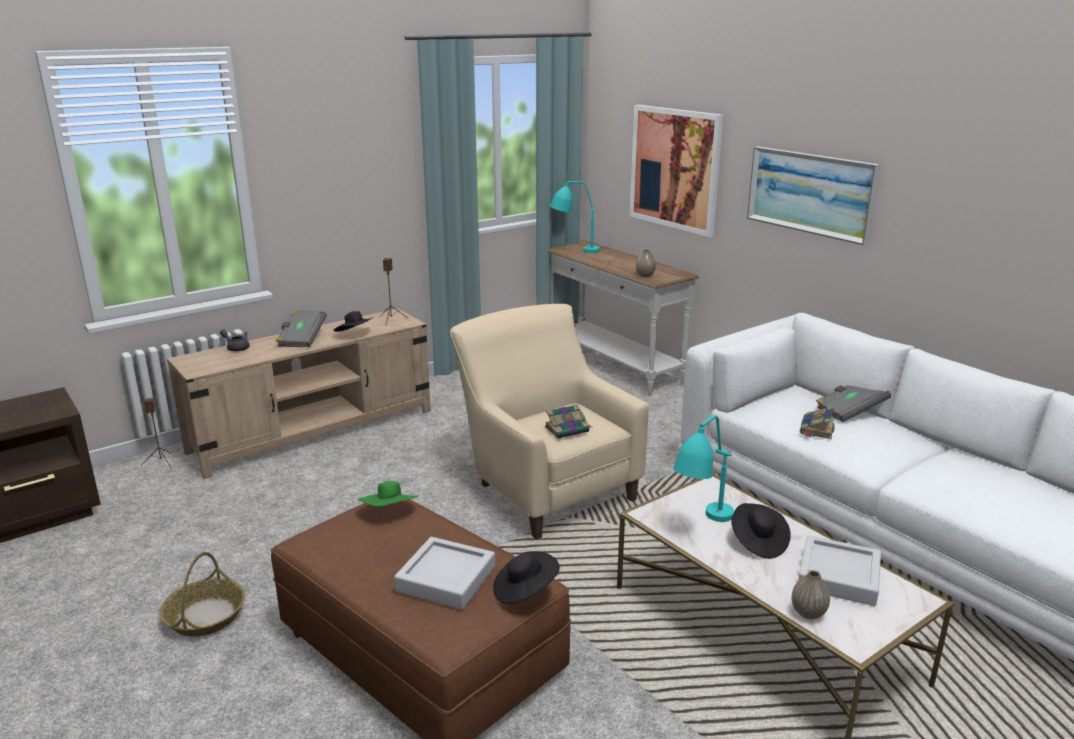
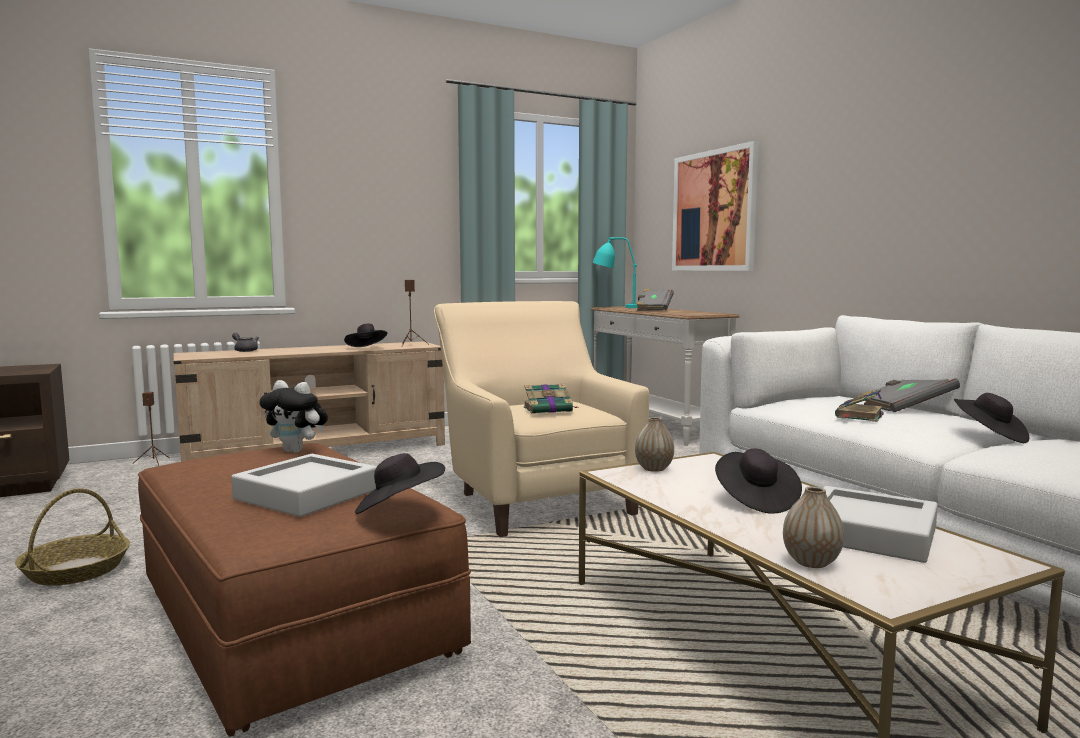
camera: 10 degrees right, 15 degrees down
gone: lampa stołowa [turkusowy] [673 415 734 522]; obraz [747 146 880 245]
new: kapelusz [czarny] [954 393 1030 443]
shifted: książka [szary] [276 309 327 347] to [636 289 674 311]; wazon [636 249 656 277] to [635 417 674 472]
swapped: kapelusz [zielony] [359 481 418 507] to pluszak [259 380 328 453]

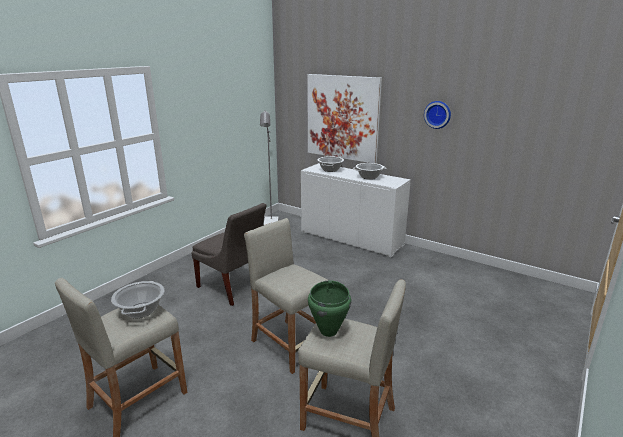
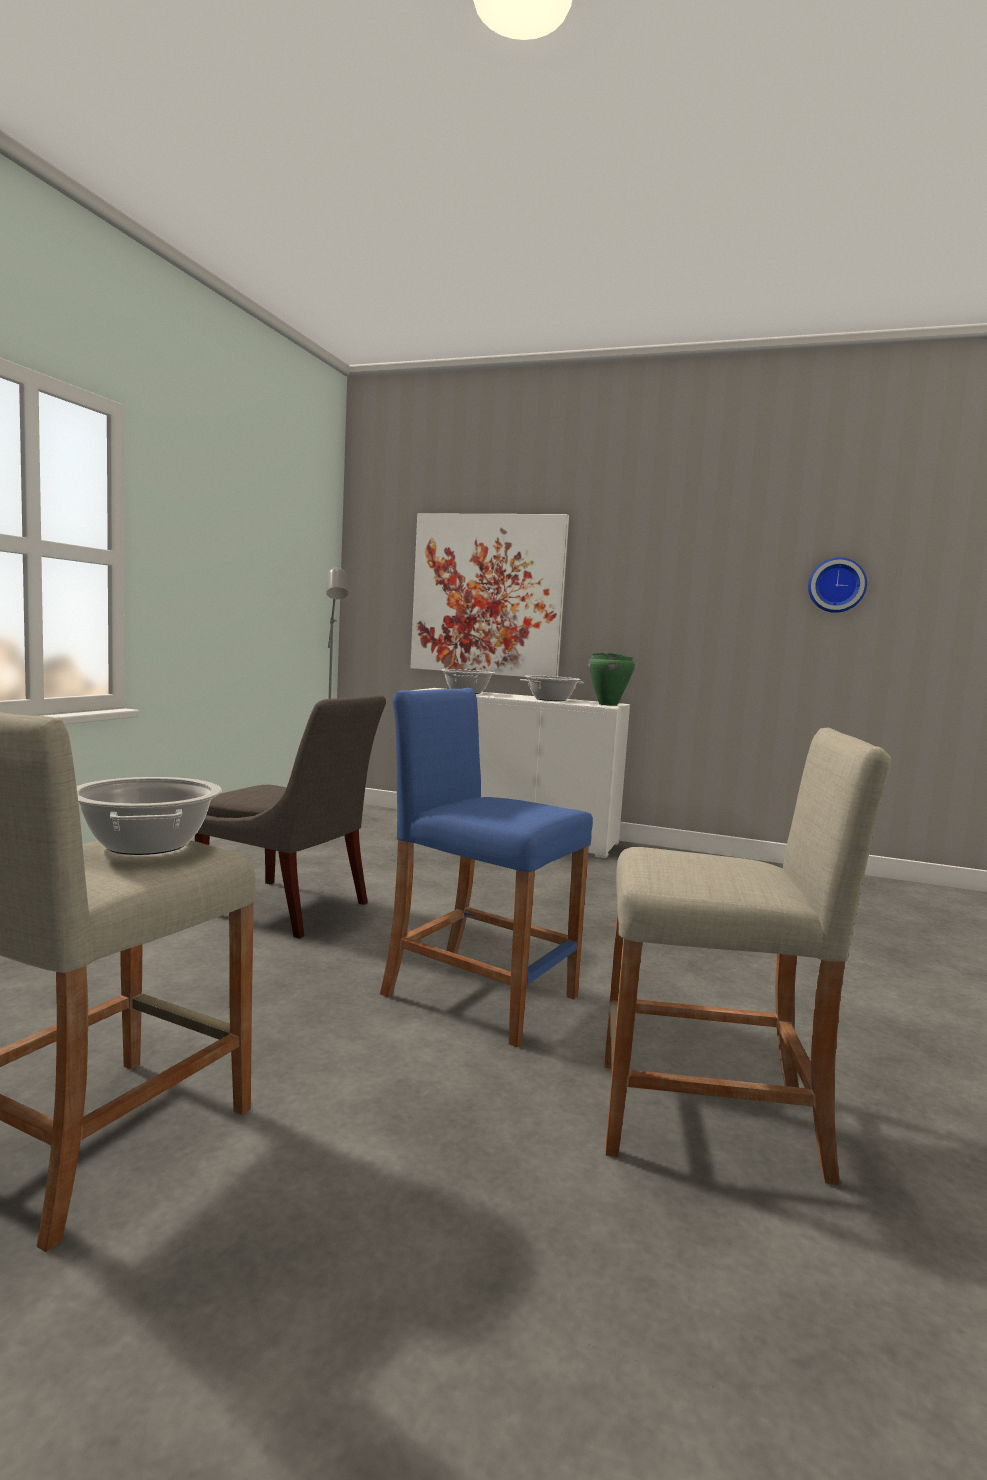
camera: 15 degrees left, 15 degrees down
shifted: garnek [zielony] [308 280 351 337] to [588 653 635 706]; zegar ścienny [424 101 451 129] to [808 557 867 613]
repainted: stołek [beżowy] [244 218 329 374] to stołek [niebieski] [380 688 593 1047]

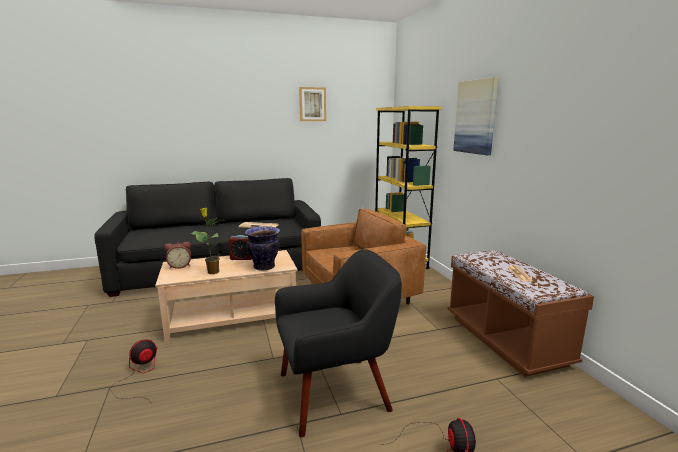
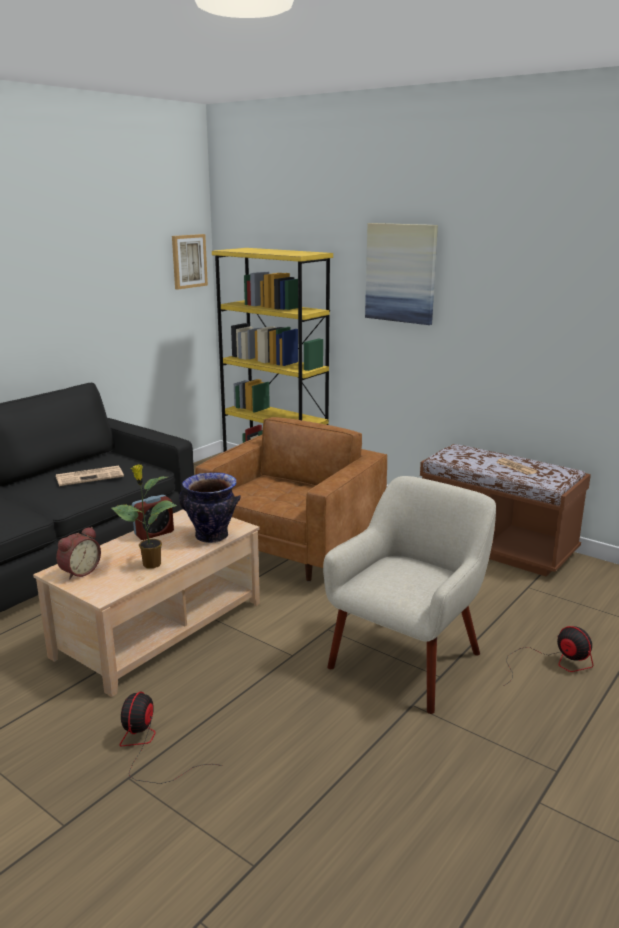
camera: 35 degrees left, 5 degrees up
shifted: obraz [299 87 326 121] to [172 234 208 289]
repainted: fotel [czarny] [275 249 402 438] to fotel [beżowy] [323 476 496 714]

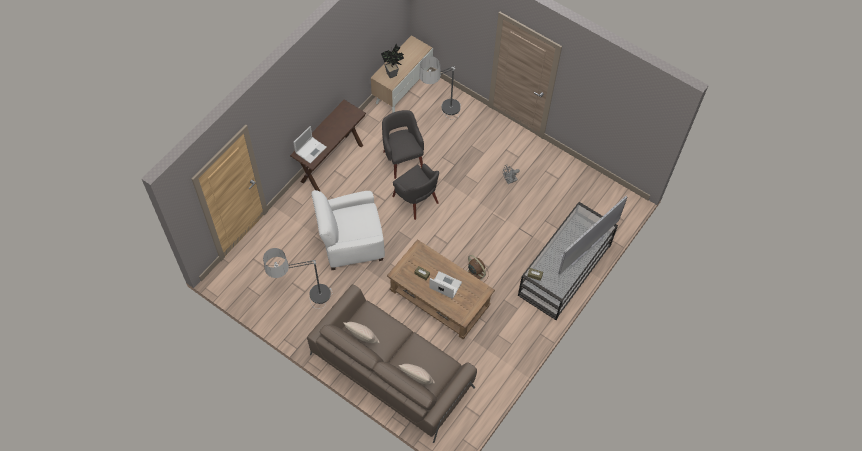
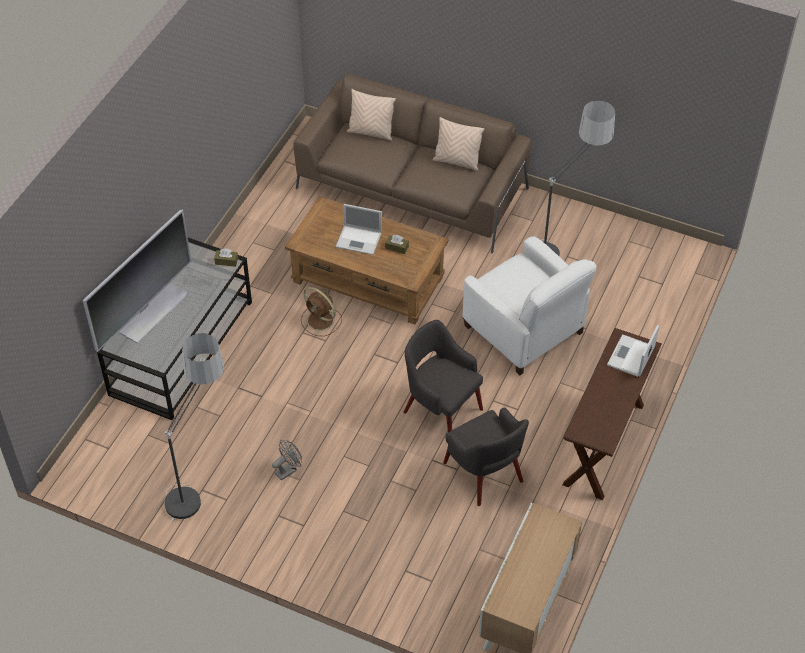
camera: 170 degrees right, 10 degrees down
gone: roślina doniczkowa [381 44 404 78]
shifted: lampa stojąca [419 56 461 119] to [164 333 224 521]
rotated: fotel [biały] [311 190 385 270] = [463 236 597 375] 75 degrees clockwise

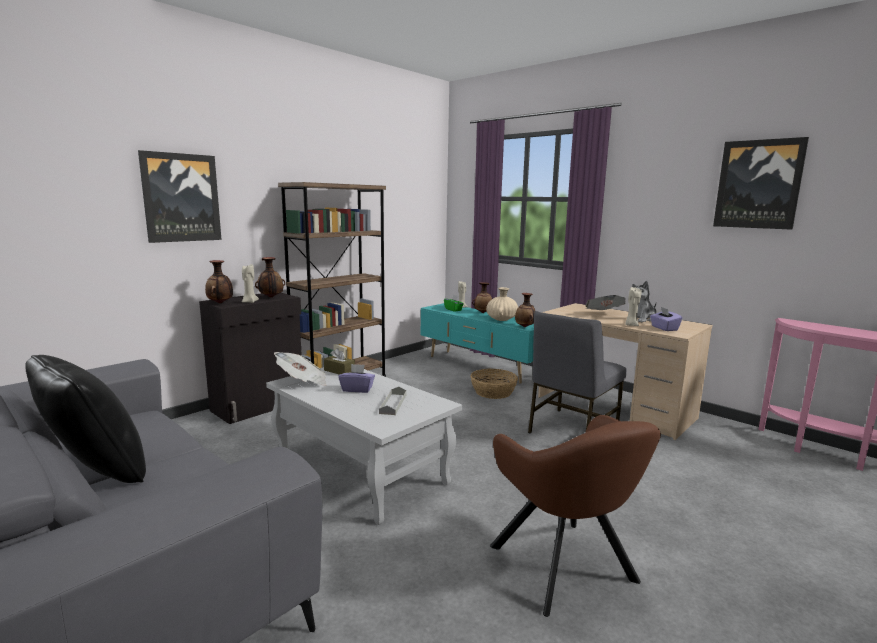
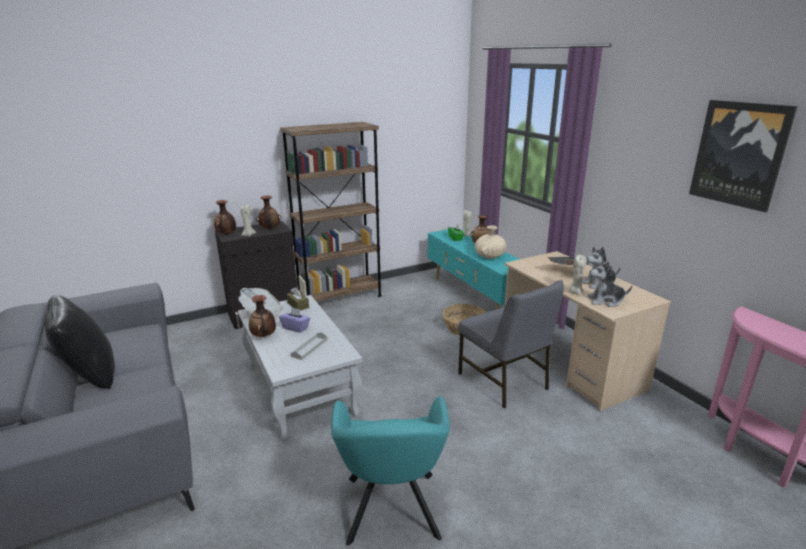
camera: 20 degrees right, 10 degrees up
gone: obraz [138 150 221 243]
shifted: wazon [515 293 535 327] to [249 295 276 337]
swapped: pudełko chusteczek [fioletowy] [650 307 682 331] to pluszak [588 261 632 307]
repainted: fotel [brązowy] [490 415 661 617] to fotel [turkusowy] [331 396 450 546]
rotated: krzesło [szary] [528 311 627 433] = [458 280 564 408] 90 degrees counterclockwise

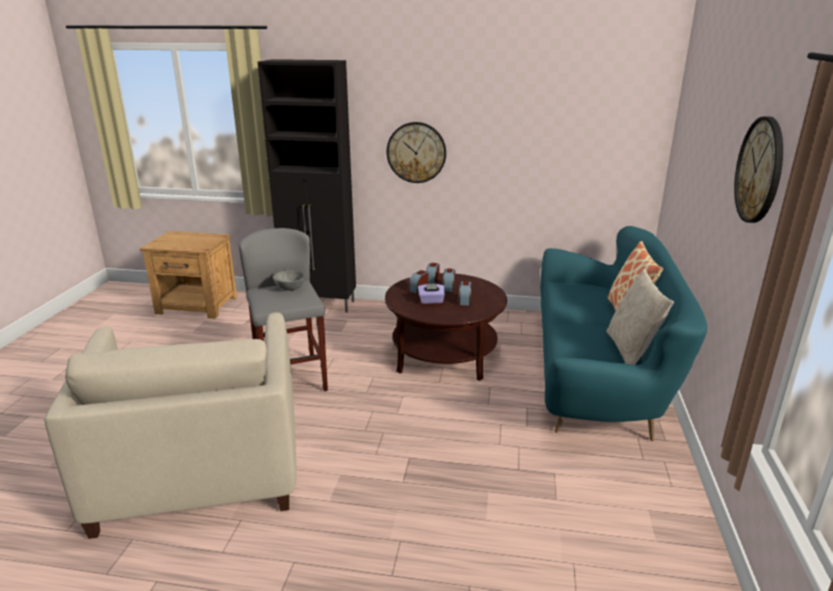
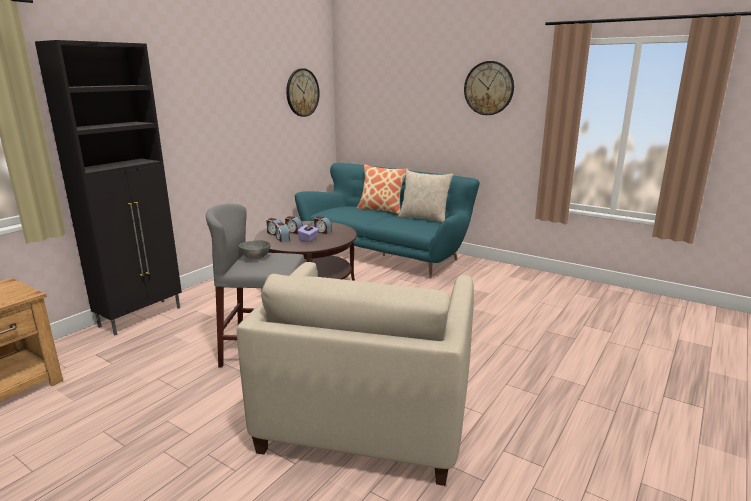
camera: 65 degrees left, 5 degrees down
shifted: zegar ścienny [387 122 446 183] to [286 68 320 117]
rotated: fotel [beżowy] [44 313 296 539] = [237 262 474 486] 90 degrees clockwise

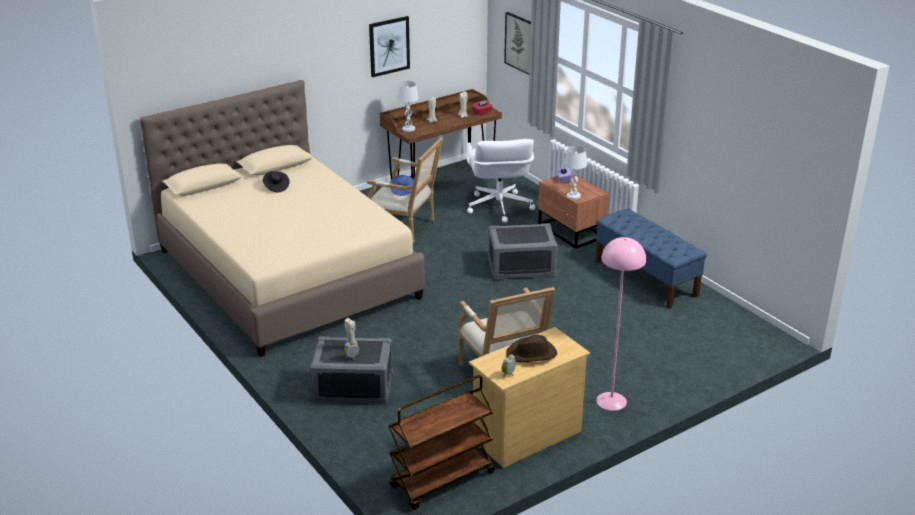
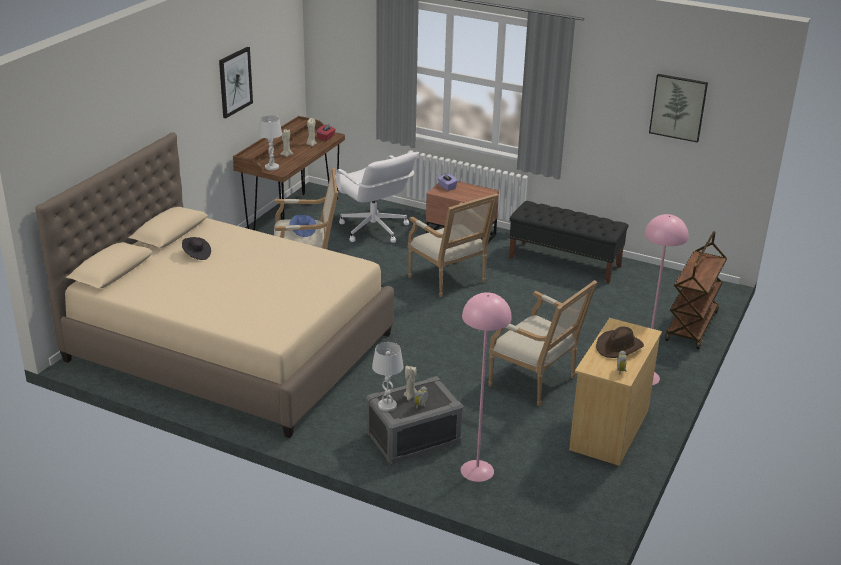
camera: 30 degrees left, 0 degrees up
new: lampa stojąca [różowy] [461 292 512 482]
shifted: wózek [brązowy] [388 375 495 510] to [665 231 727 349]; obraz [504 12 531 75] to [649 74 708 143]; lampa stołowa [biały] [564 146 587 199] to [372 342 404 411]
swapped: pojemnik do przechowywania [szary] [488 223 558 280] to fotel [408 193 499 297]
repainted: ławka [niebieski] [596 209 707 309] to ławka [czarny] [509 201 628 284]

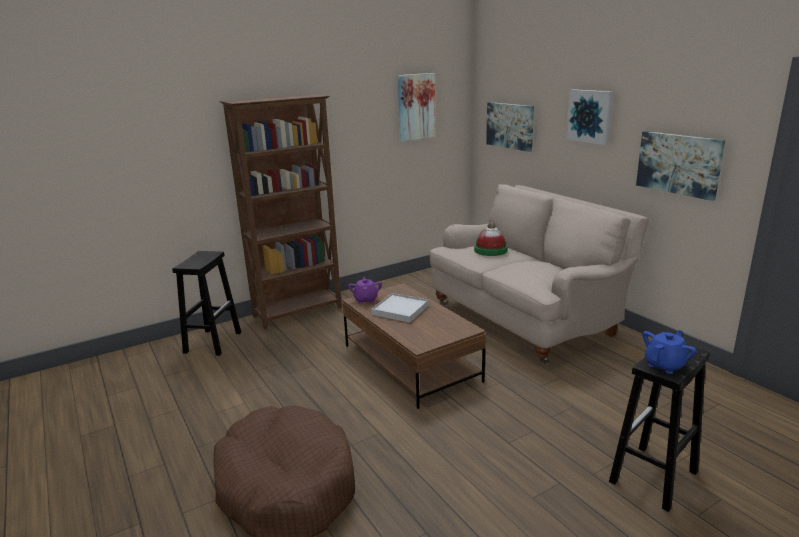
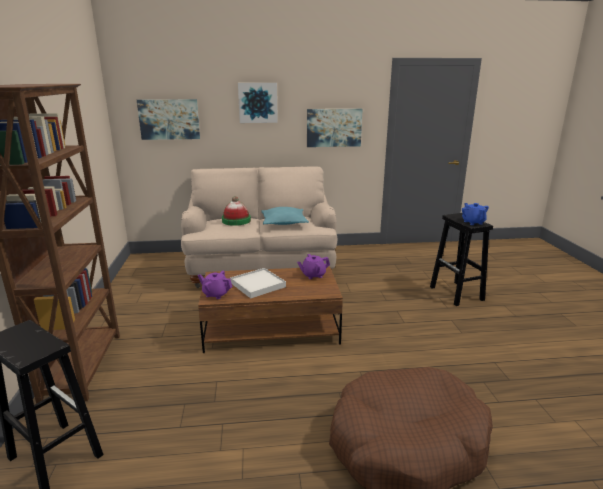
camera: 65 degrees left, 0 degrees up
gone: obraz [398 73 435 141]
new: poduszka [turkusowy] [261 207 309 225]; imbryk [fioletowy] [297 254 330 279]

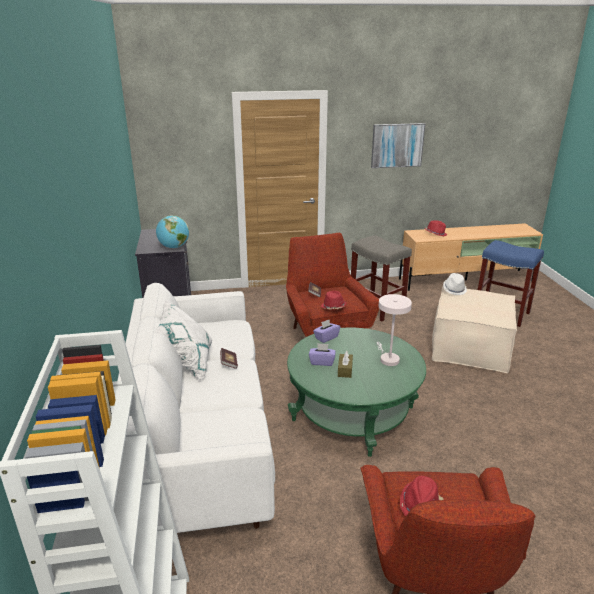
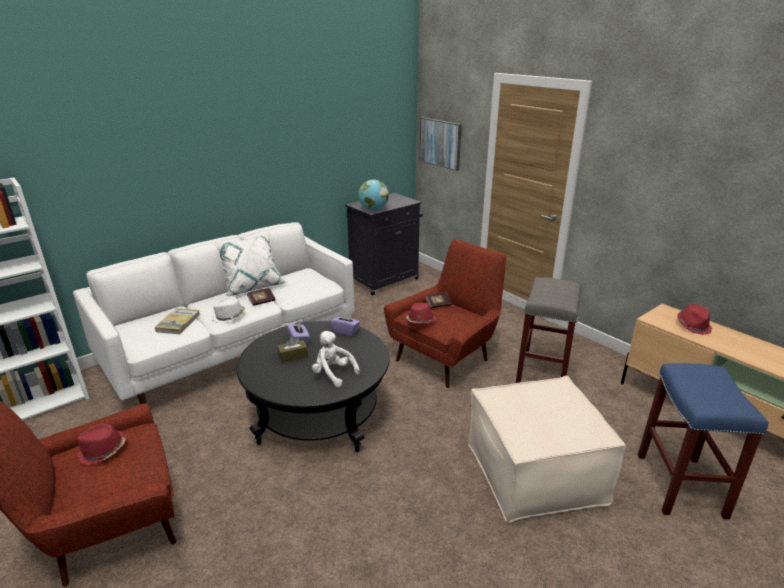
camera: 60 degrees right, 0 degrees up
new: książka [155 308 200 335]
shifted: obraz [371 123 425 168] to [419 117 462 171]; kapelusz [biały] [443 273 467 295] to [212 296 245 323]
swapped: lampa stołowa [biały] [376 294 412 366] to pluszak [biały] [312 331 360 387]
repainted: ława [zielony] [287 328 426 457] to ława [czarny] [236 321 389 452]

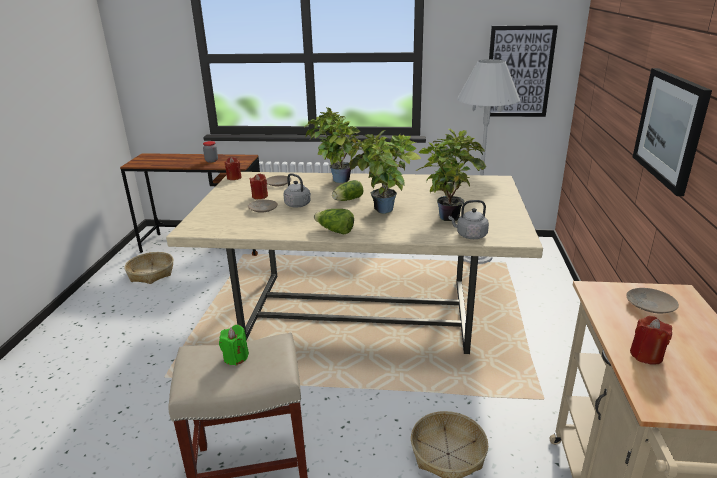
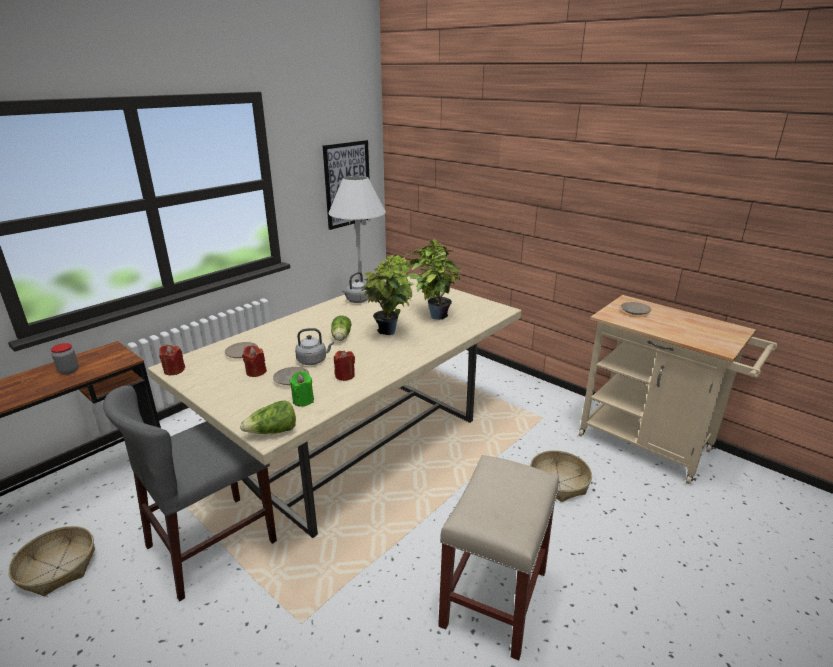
camera: 55 degrees left, 0 degrees up
gone: roślina doniczkowa [304 107 361 183]; obraz [633 68 712 196]
new: krzesło [szary] [103 385 277 601]
shifted: świeca [zielony] [219 325 249 365] to [290 371 314 407]; sałata [314 209 354 235] to [240 400 296 434]; czajnik [szary] [449 200 489 239] to [342 272 369 303]; świeca [czerwony] [630 316 672 365] to [334 350 355 381]

